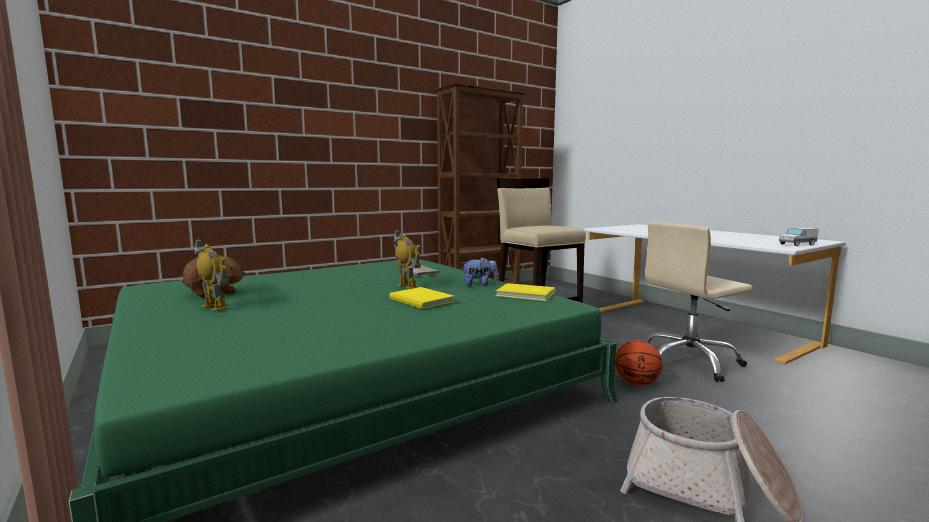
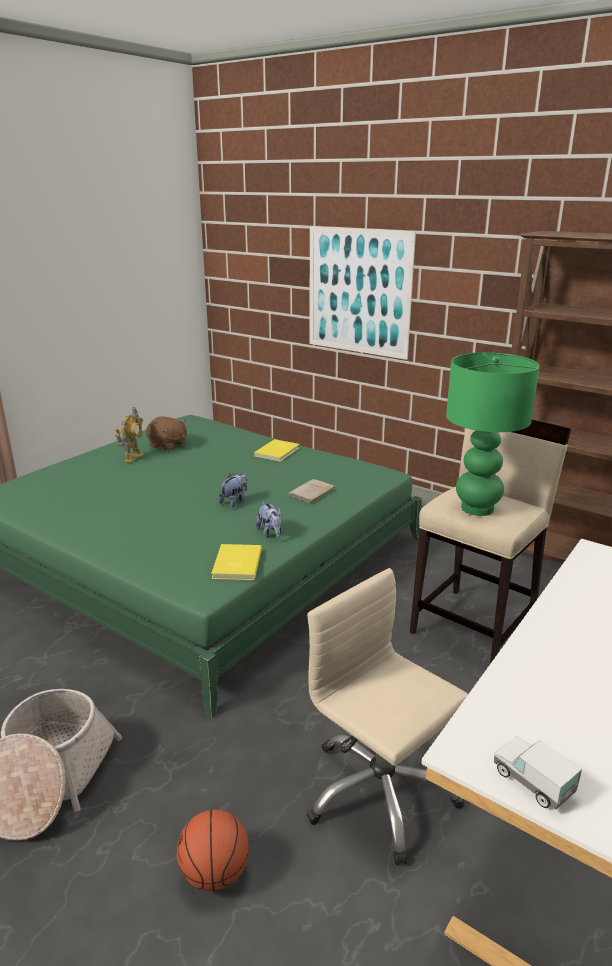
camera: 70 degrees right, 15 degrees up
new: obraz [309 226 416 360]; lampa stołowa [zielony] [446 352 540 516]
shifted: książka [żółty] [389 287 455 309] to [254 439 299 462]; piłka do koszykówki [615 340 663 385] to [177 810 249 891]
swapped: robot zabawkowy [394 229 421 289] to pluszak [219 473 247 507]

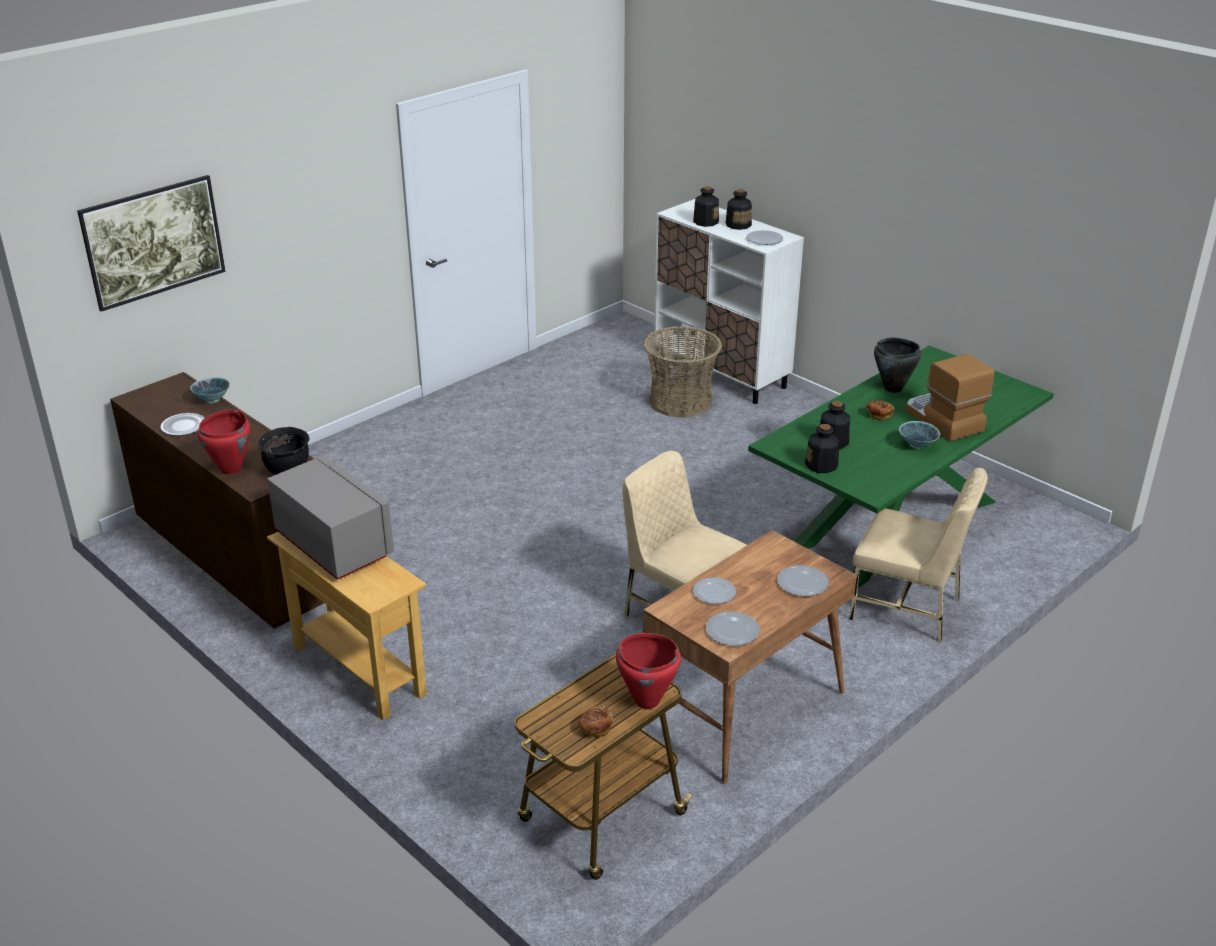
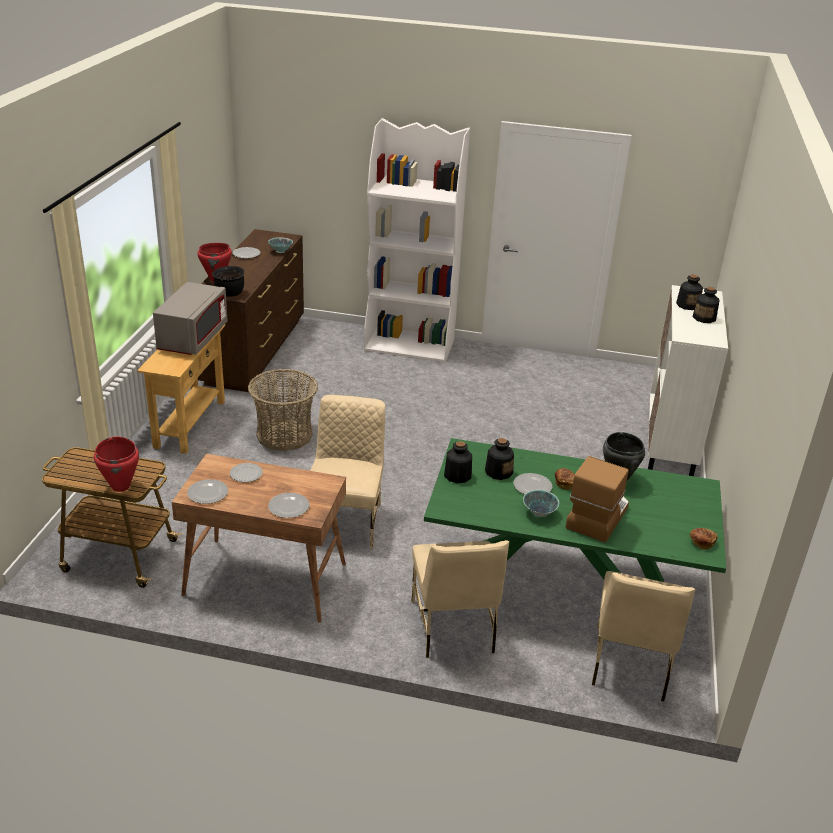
camera: 55 degrees right, 0 degrees up
gone: obraz [77 175 226 312]
new: regał [biały] [364 118 470 362]; krzesło [beżowy] [592 571 695 702]
shifted: chleb [580 706 613 737] to [690 528 718 549]; koszyk [643 326 722 418] to [248 369 318 451]; talerz [746 230 783 245] to [514 473 552 494]

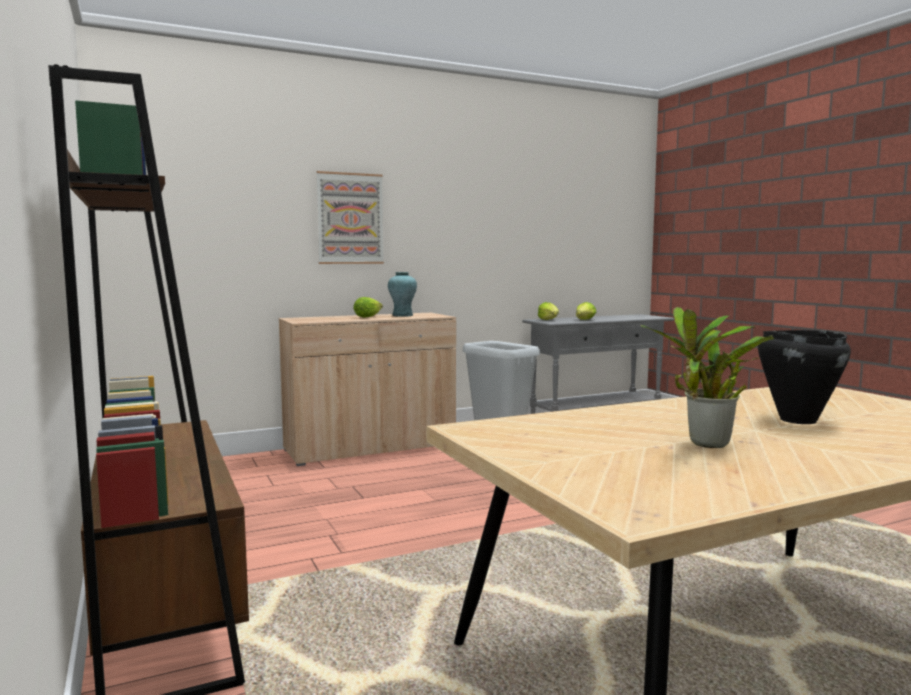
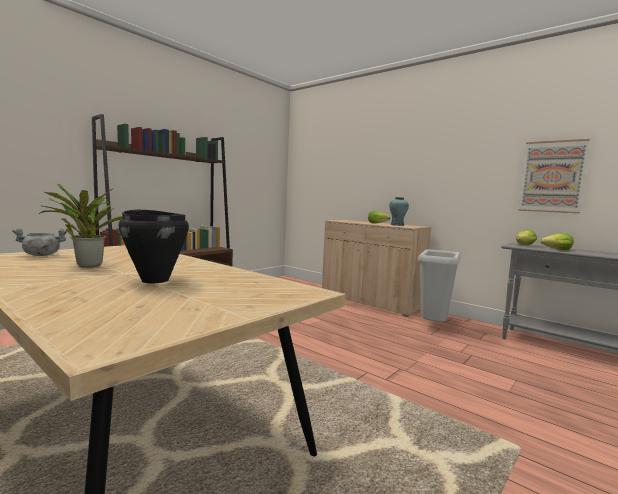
camera: 65 degrees right, 0 degrees up
new: garnek [szary] [12 228 67 256]
shifted: obraz [316 171 384 264] to [518 139 590 214]

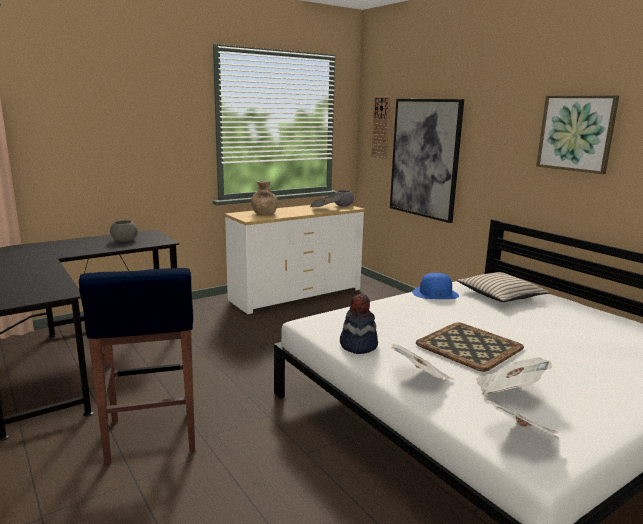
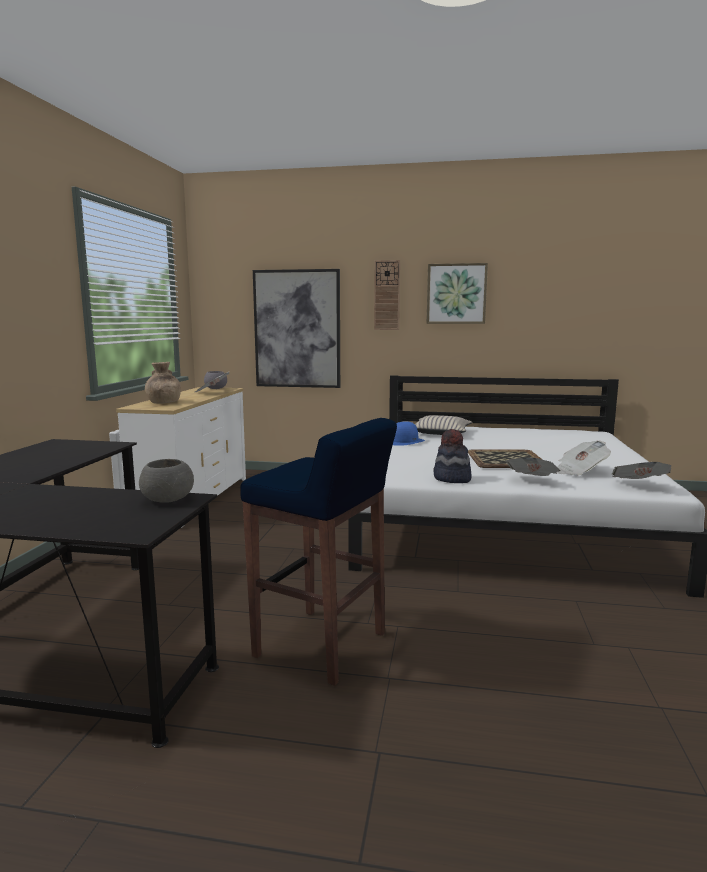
camera: 45 degrees left, 5 degrees down
shifted: miska [szary] [110 220 138 242] to [139 459 194 503]; zegar ścienny [371 97 390 159] to [374 260 400 330]

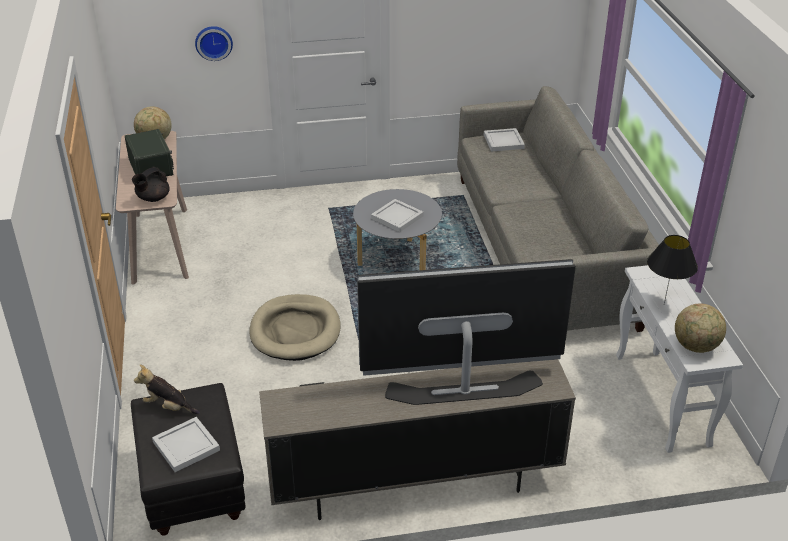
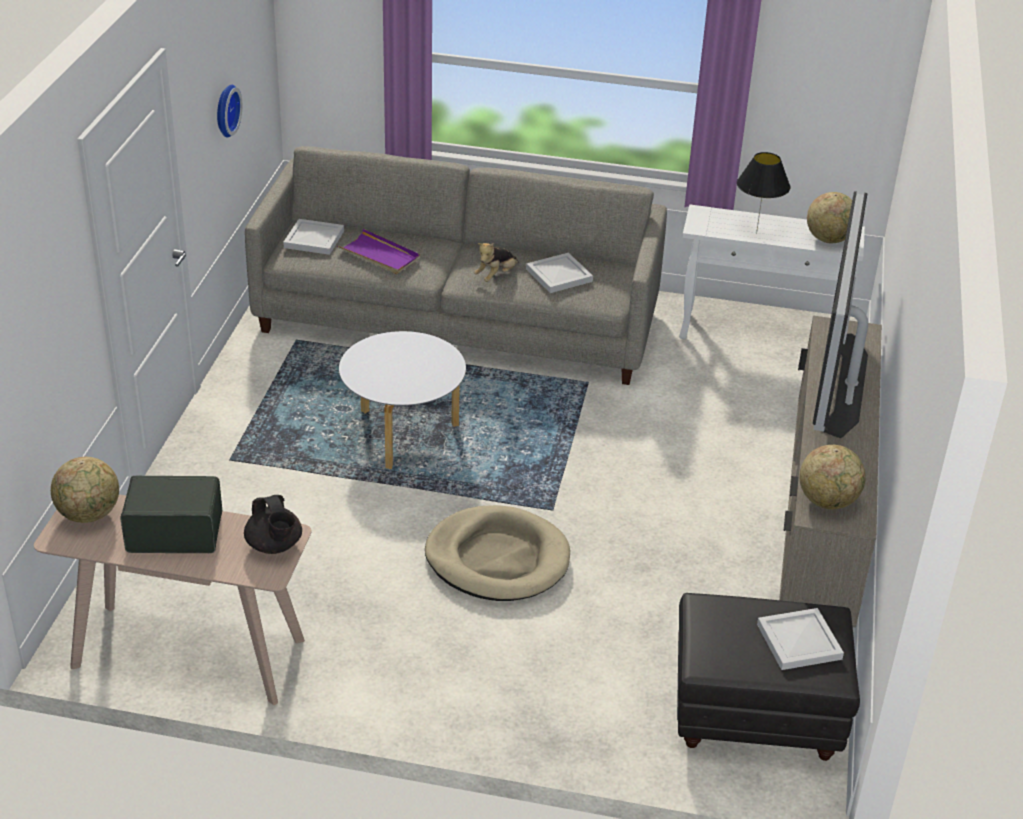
camera: 70 degrees left, 0 degrees up
new: taca [fioletowy] [337 229 420 274]; globus [800 445 866 509]
shifted: pluszak [134 365 200 414] to [474 243 519 282]; zegar ścienny [195 26 233 61] to [217 85 242 138]; taca [biały] [371 199 424 232] to [526 253 593 293]

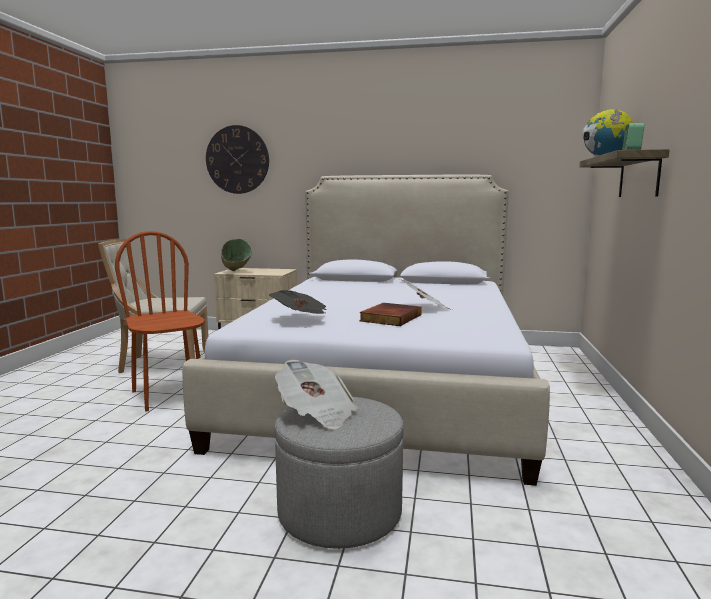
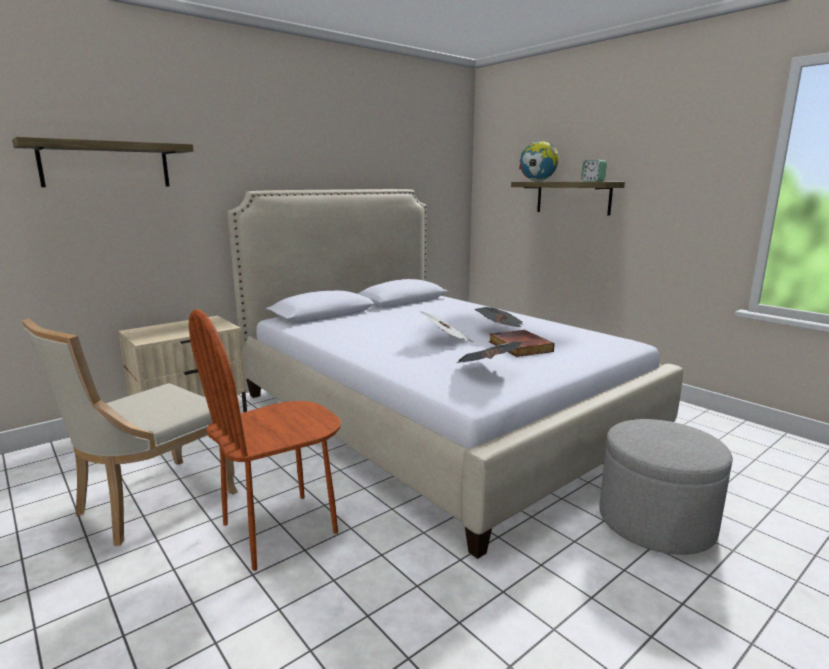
camera: 50 degrees left, 5 degrees up
gone: miska [zielony] [221 239 252 271]
shifted: gazeta [275 360 358 430] to [419 311 473 342]
swapped: zegar ścienny [206 125 269 194] to półka [12 137 194 187]
rotated: krzesło [brązowy] [115 231 205 412] = [189 309 341 571] 45 degrees counterclockwise

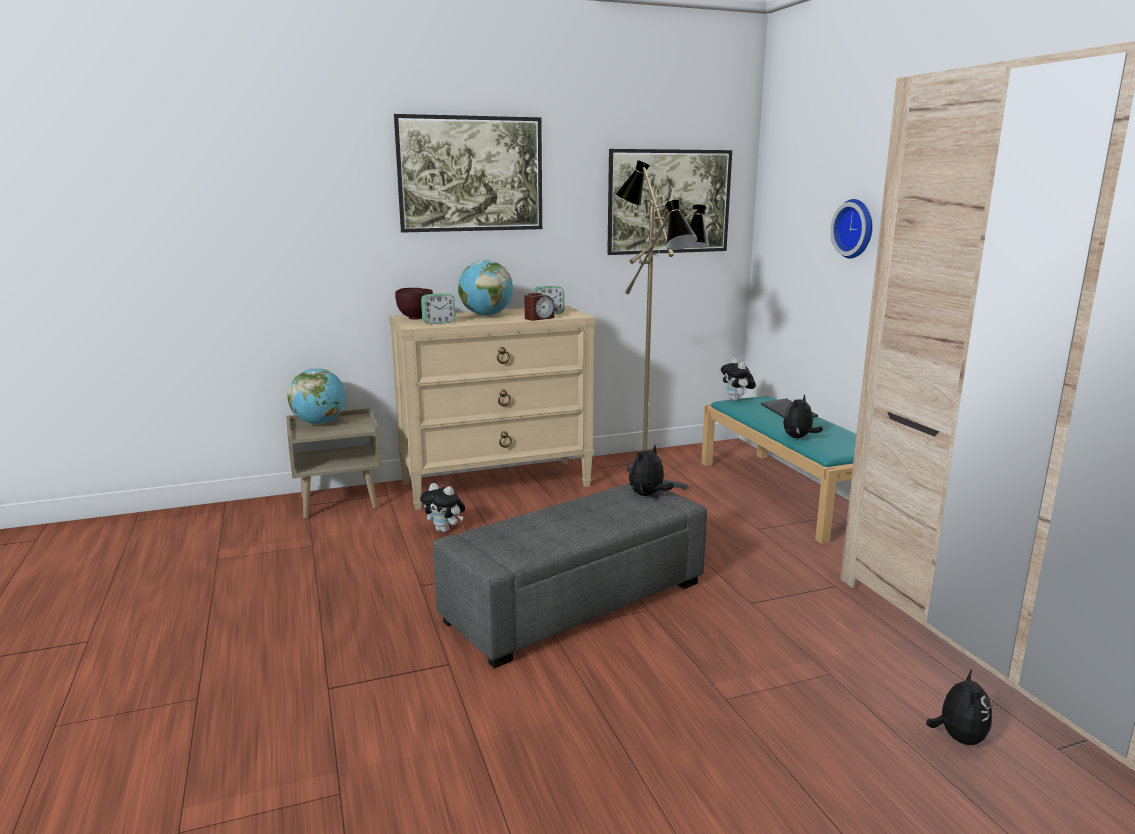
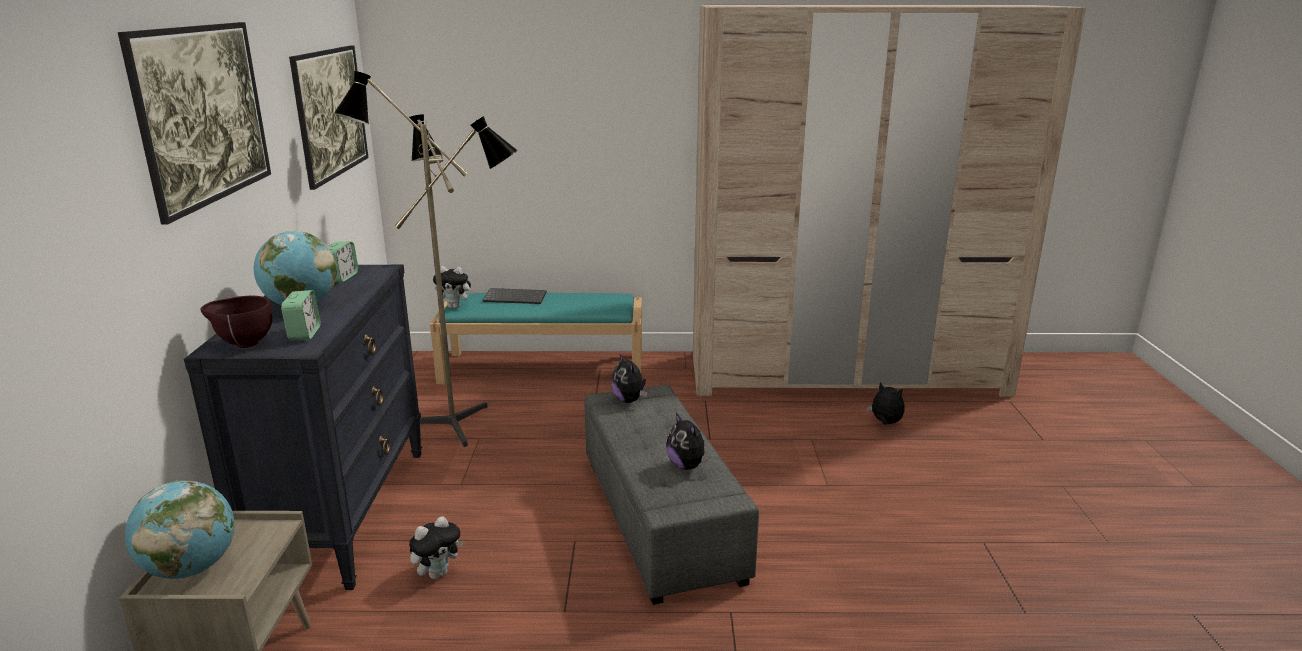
camera: 70 degrees left, 5 degrees up
gone: budzik [525 293 555 321]; zegar ścienny [830 199 873 258]
shifted: pluszak [783 394 823 438] to [666 413 710 470]
repainted: komoda [beżowy] [389 305 596 510] to komoda [czarny] [184 264 422 590]

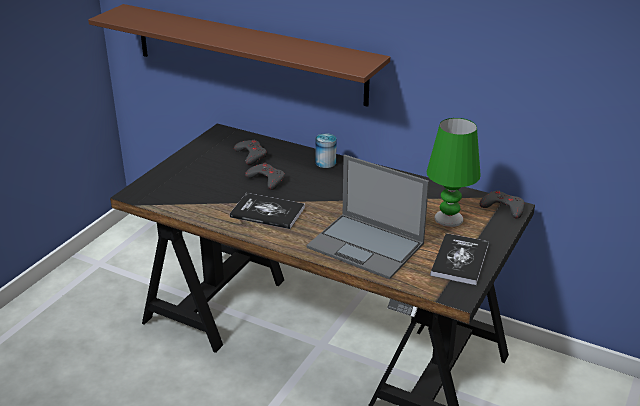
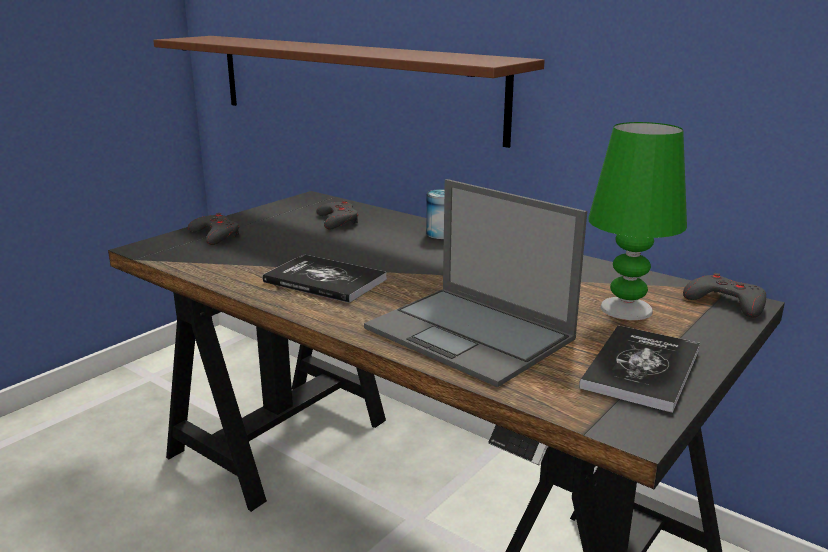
camera: 10 degrees right, 10 degrees down
shifted: pad do gier [szary] [245 163 285 190] to [188 213 239 245]

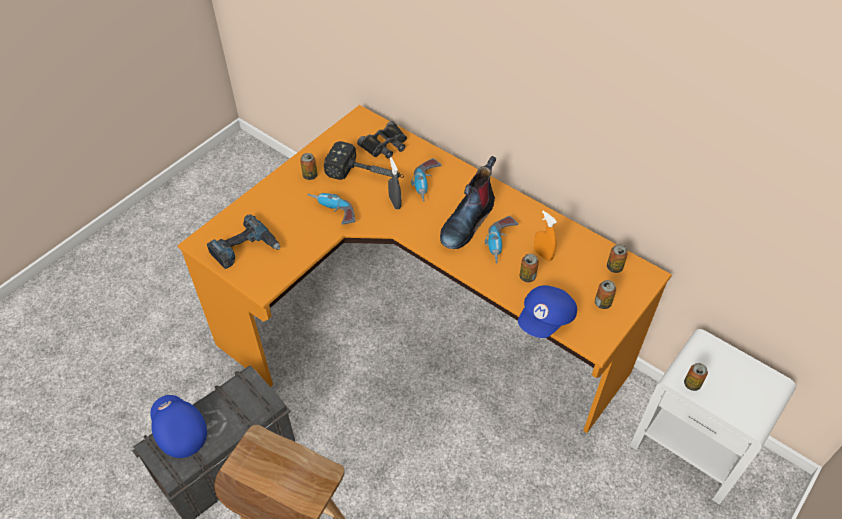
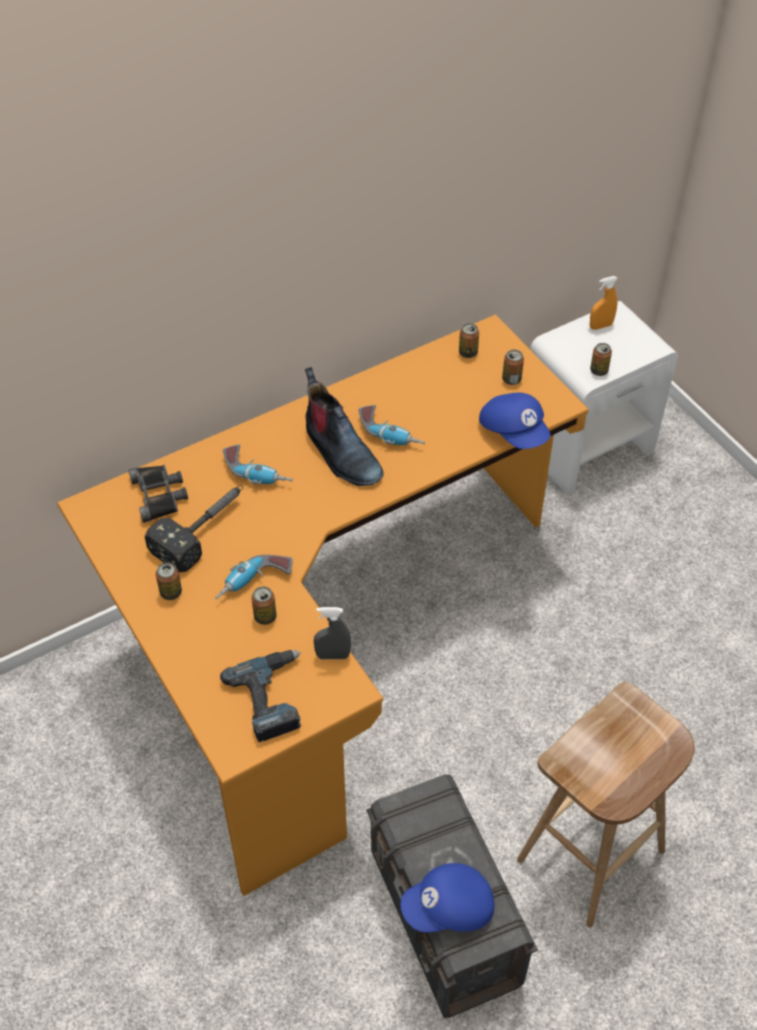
camera: 70 degrees left, 0 degrees up
shifted: spryskiwacz [szary] [388 157 402 209] to [314 607 351 659]; puszka [520 254 539 282] to [251 586 276 625]; spryskiwacz [pomarańczowy] [534 211 557 261] to [590 276 618 330]

